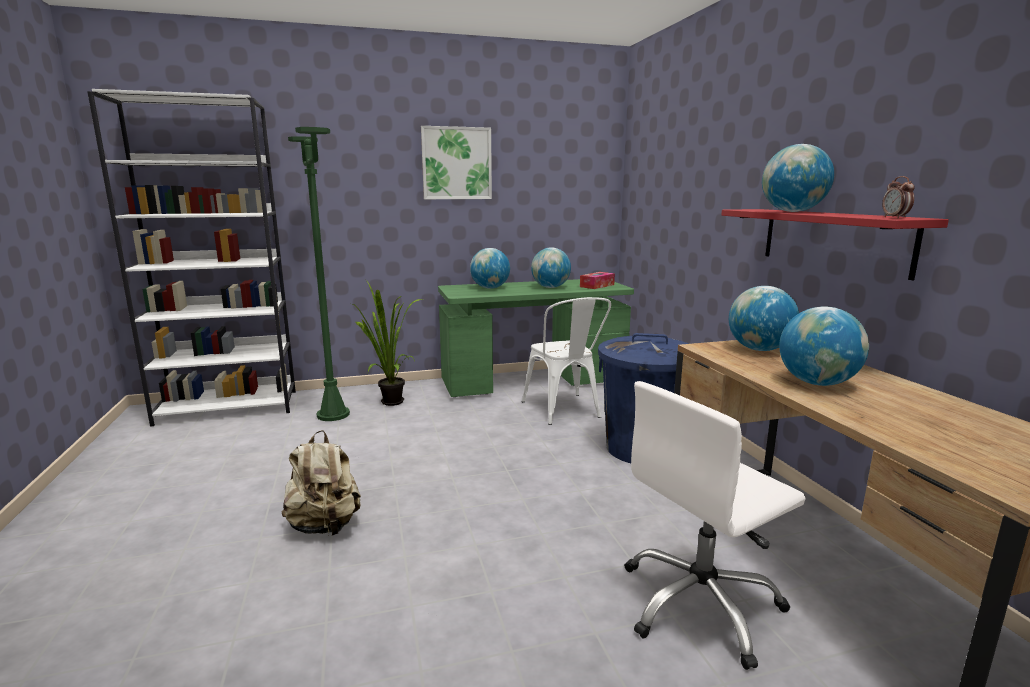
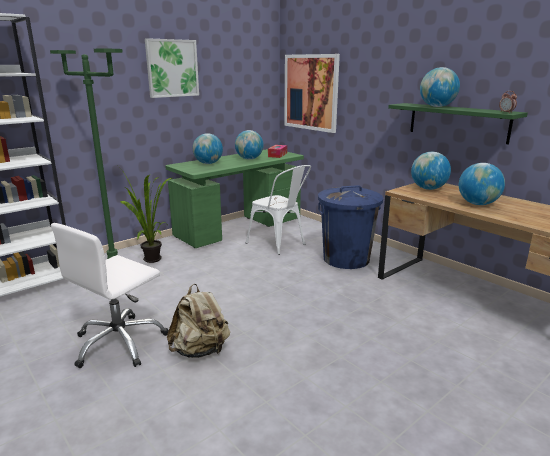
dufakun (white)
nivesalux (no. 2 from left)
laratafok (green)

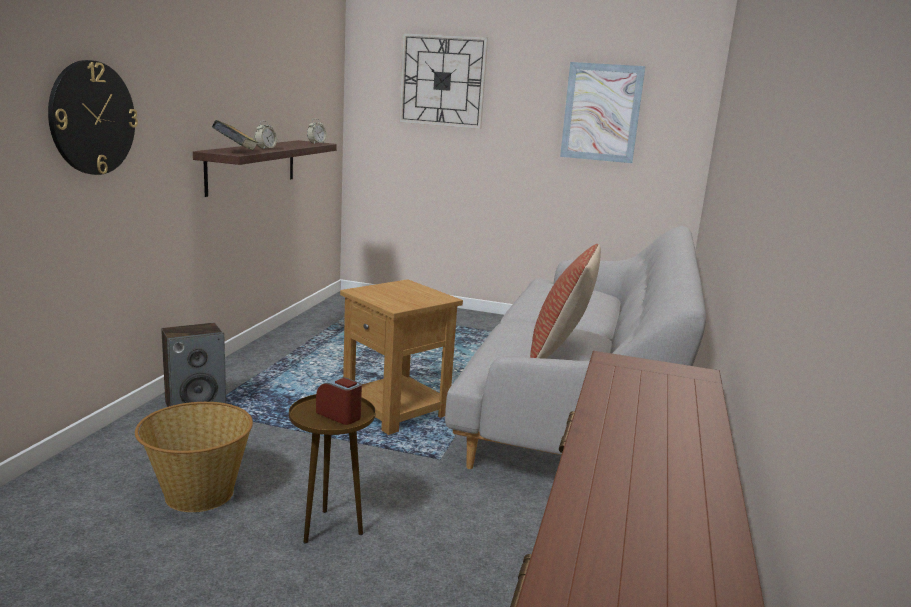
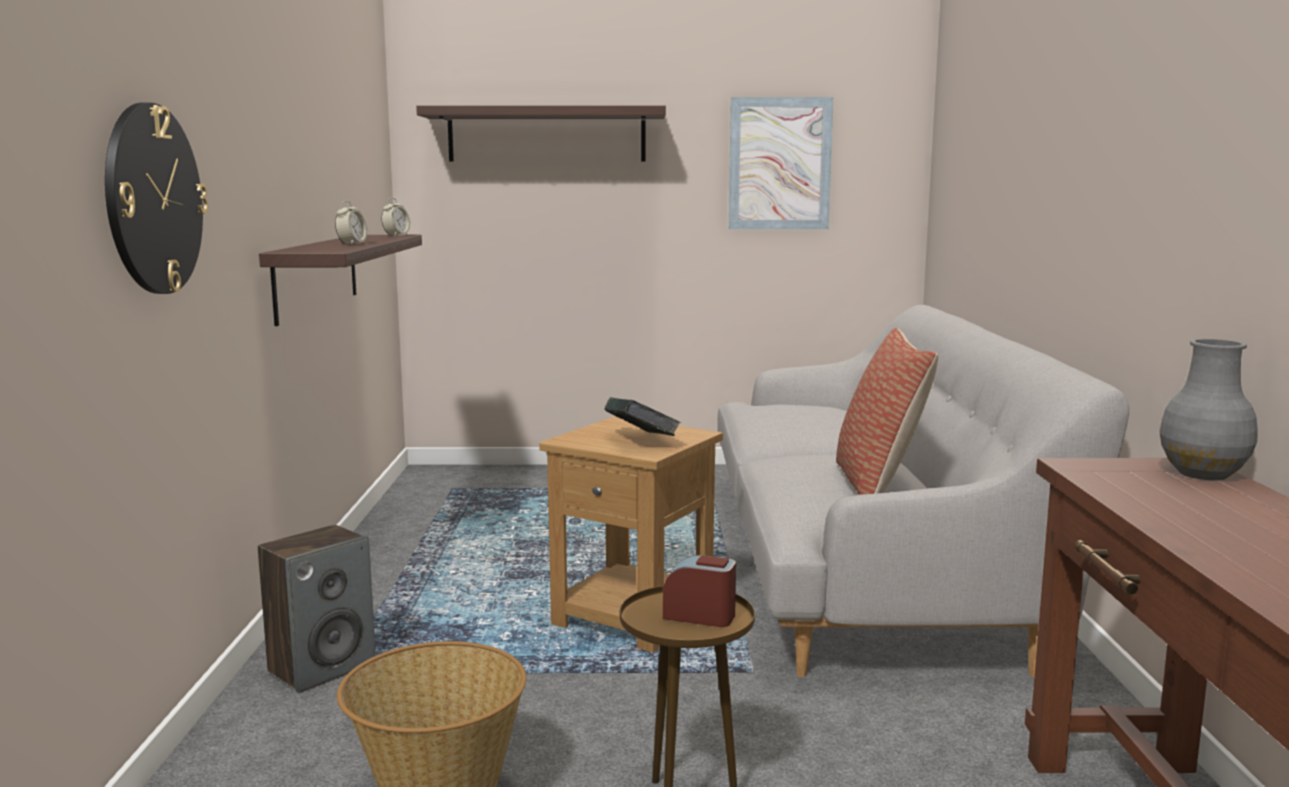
laratafok (no. 2 from left)
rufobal
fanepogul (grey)

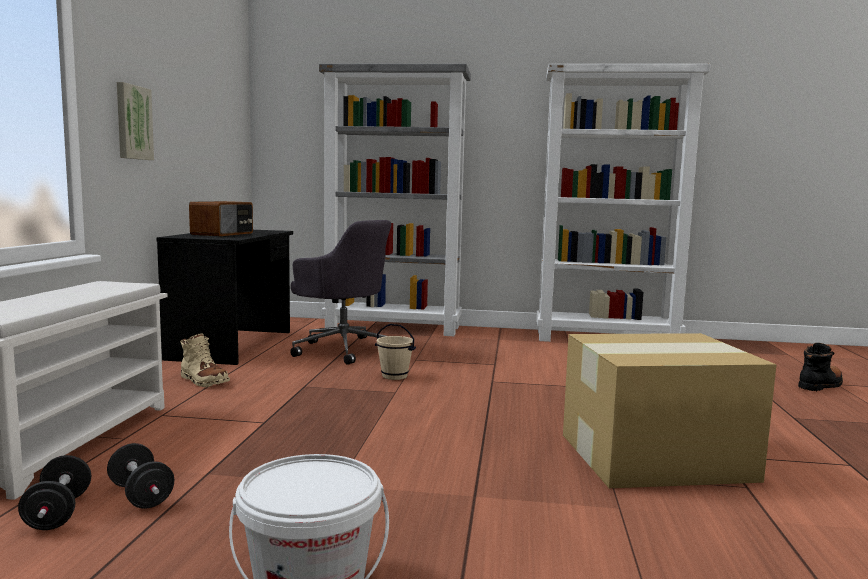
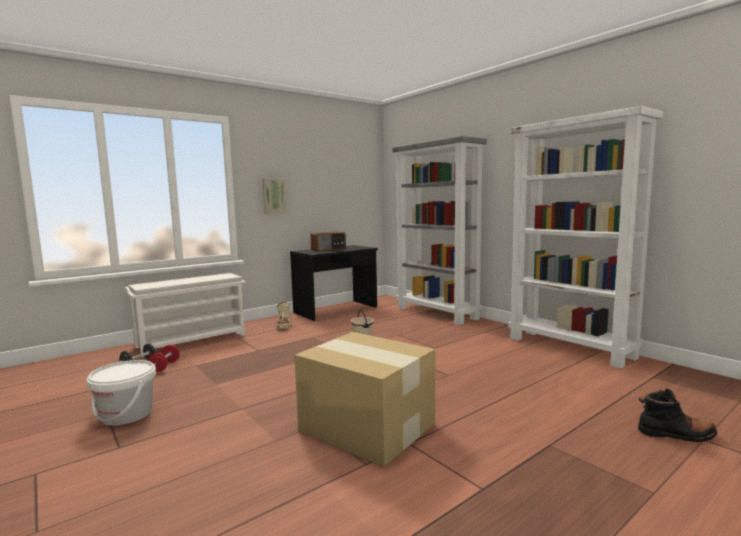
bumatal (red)
dufakun (grey)

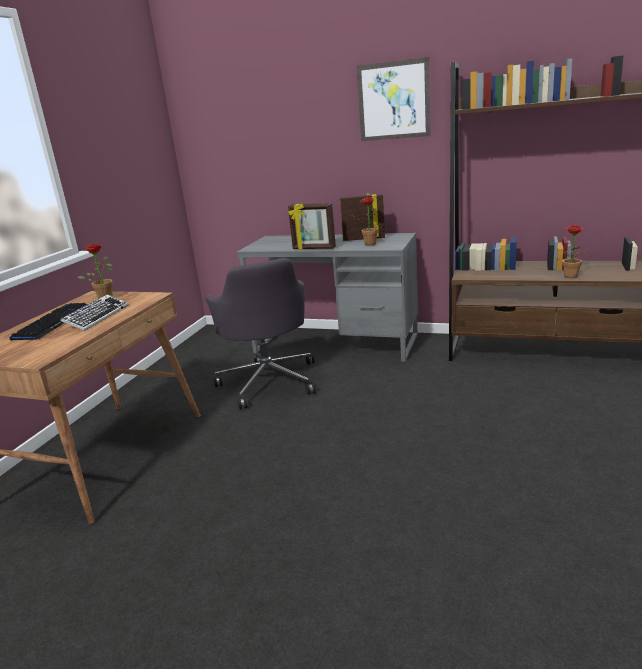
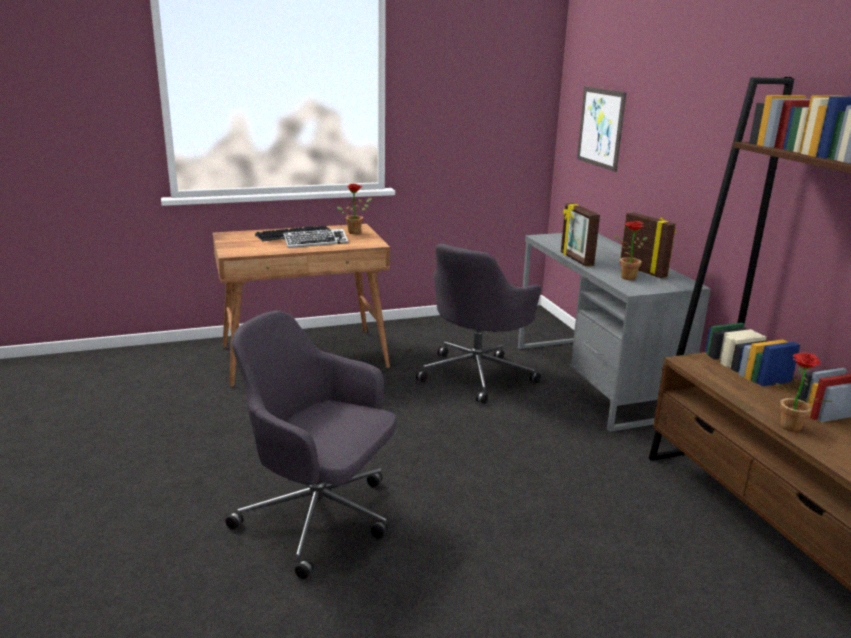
dufakun (grey) (no. 1 from left)
nivesalux

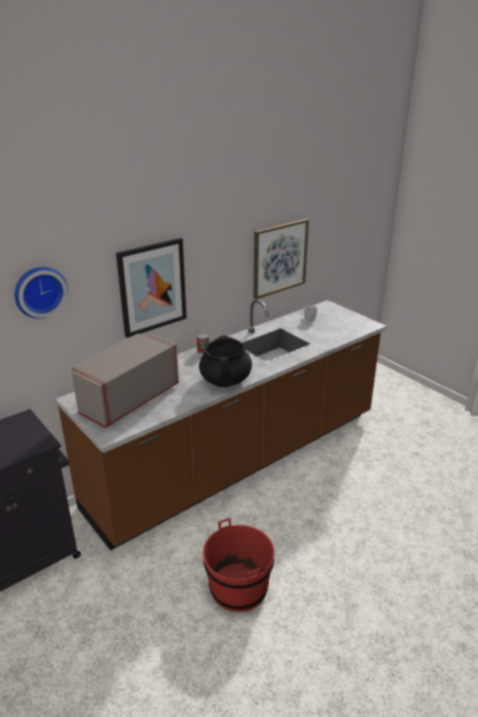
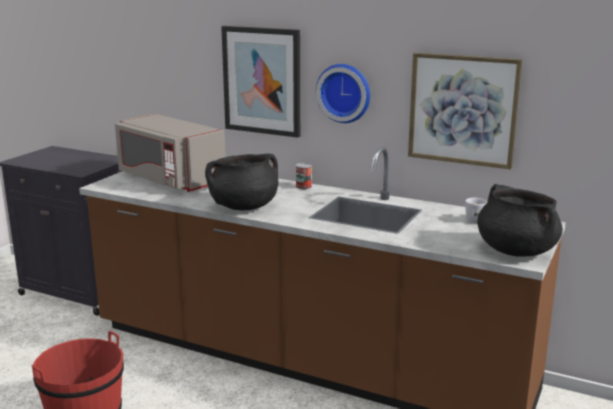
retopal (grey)
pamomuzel
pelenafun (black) (no. 2 from left)

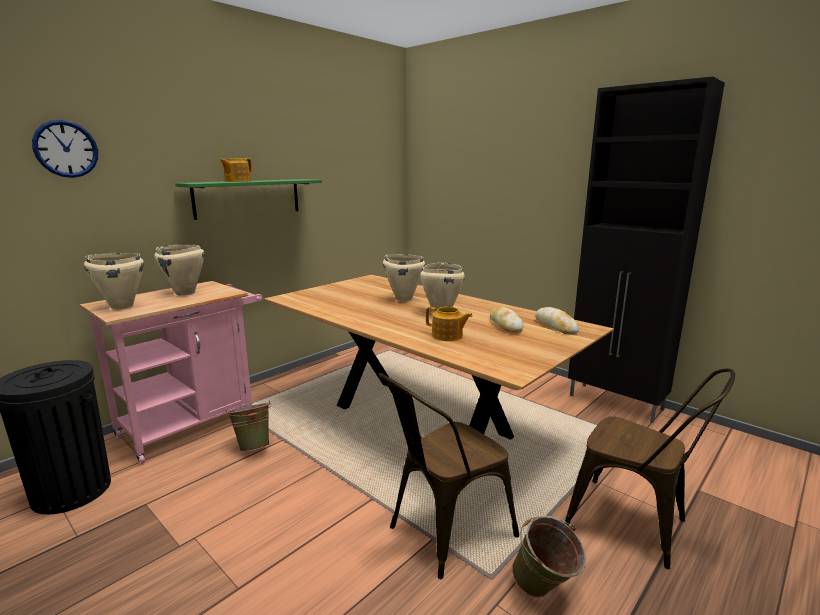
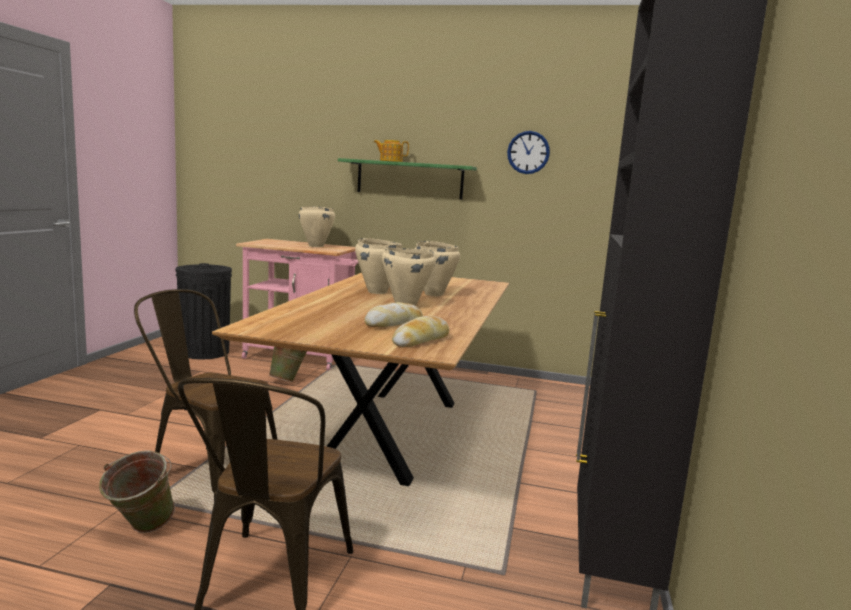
pelenafun (beige) (no. 2 from left)
pamomuzel
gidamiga (no. 2 from left in the first image)

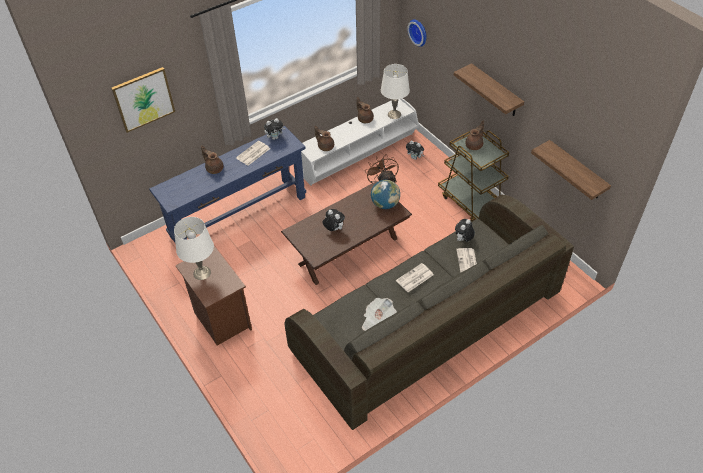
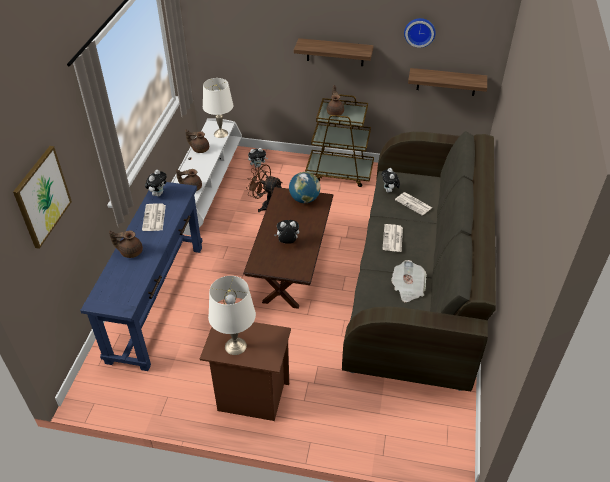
pamomuzel

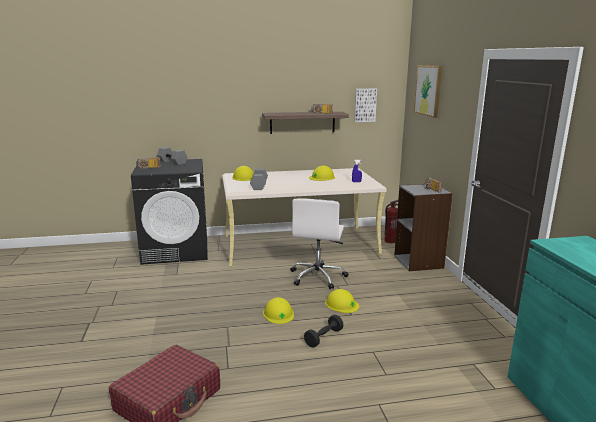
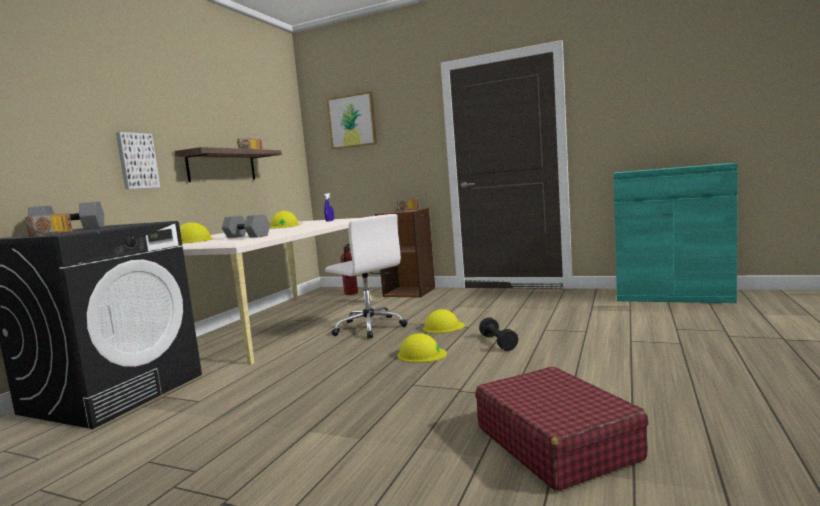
nivesalux (no. 1 from left)
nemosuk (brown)

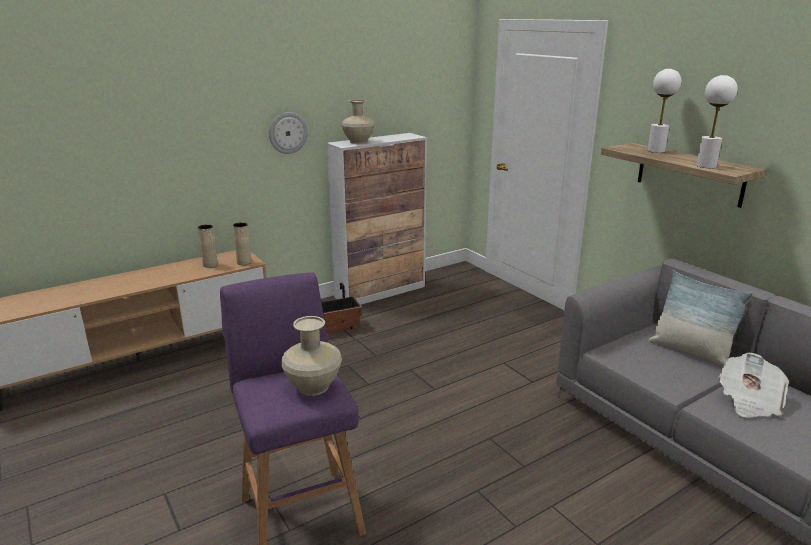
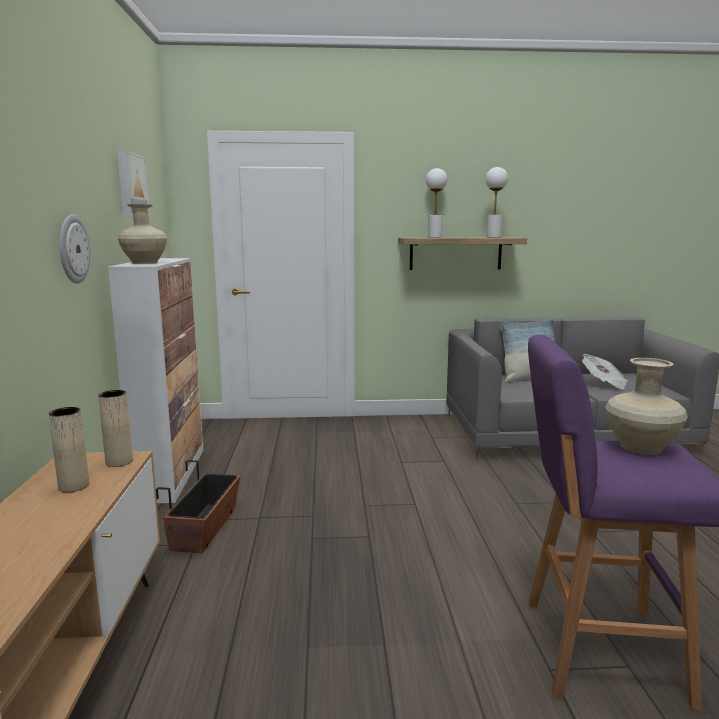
nivesalux

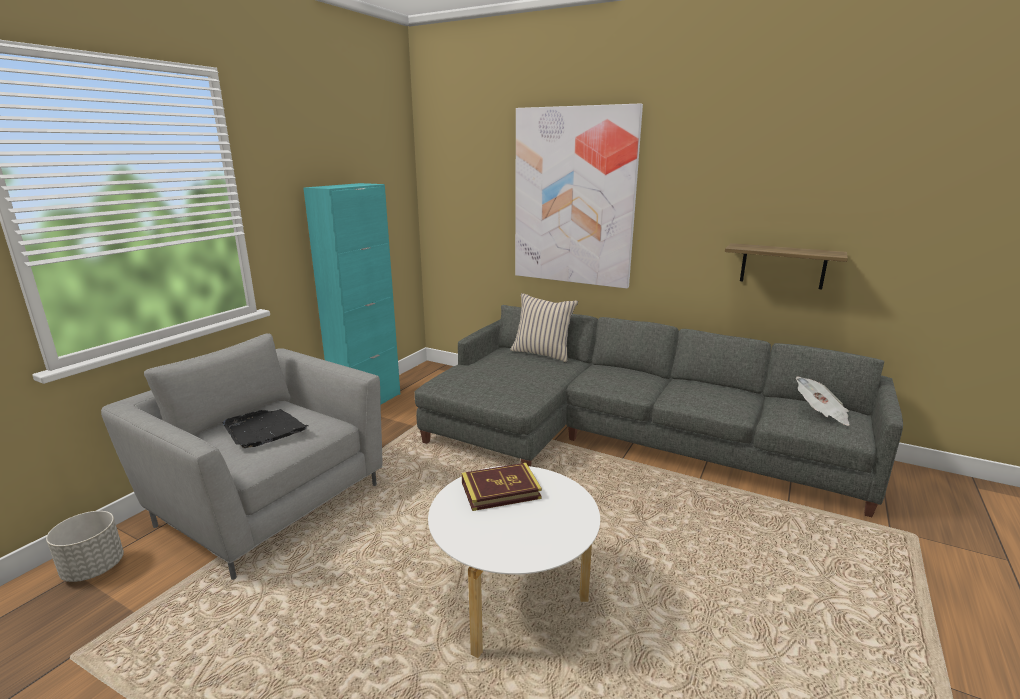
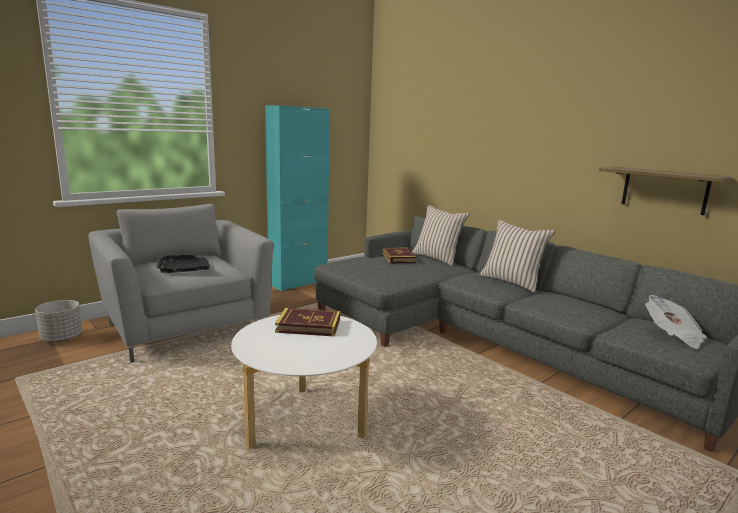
rufobal (no. 2 from left)
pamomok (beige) (no. 2 from left)
nivesalux

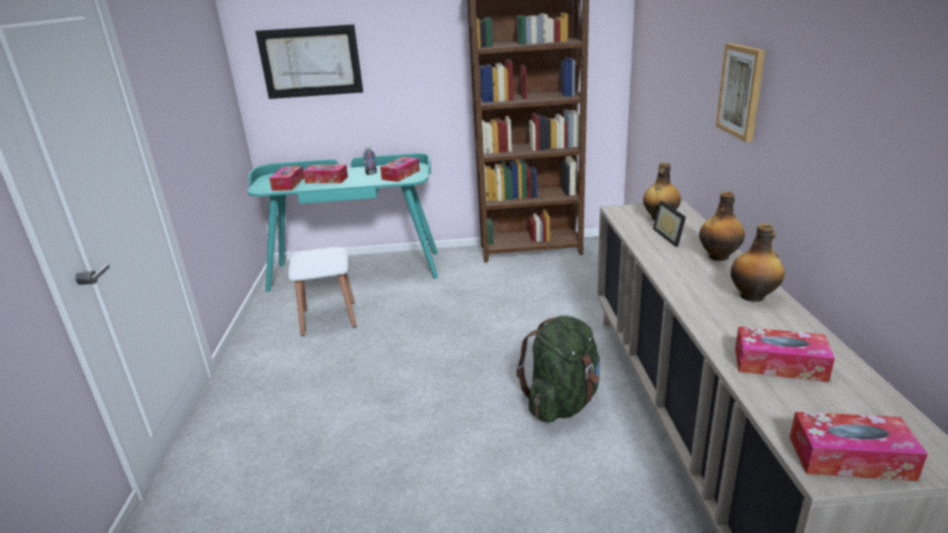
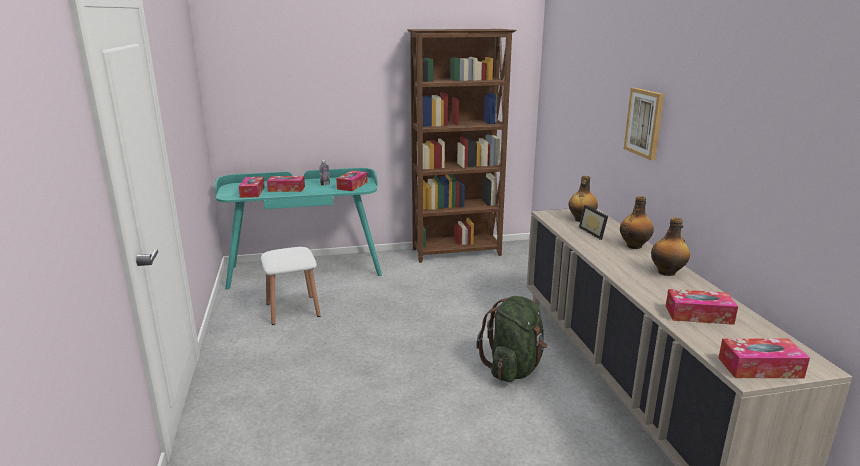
nivesalux (no. 1 from left in the first image)

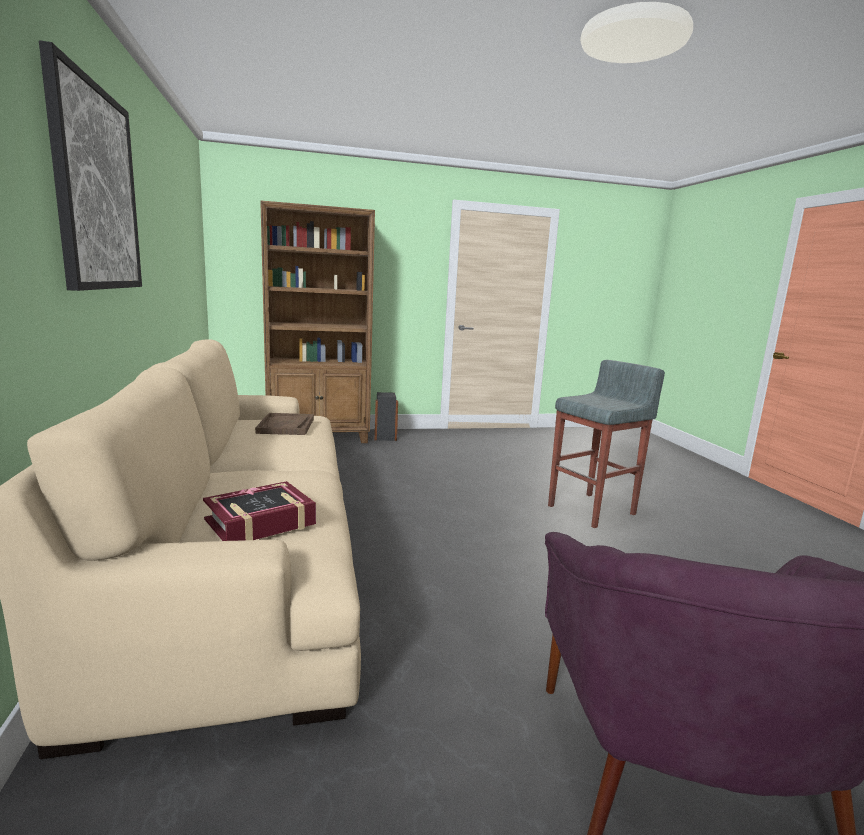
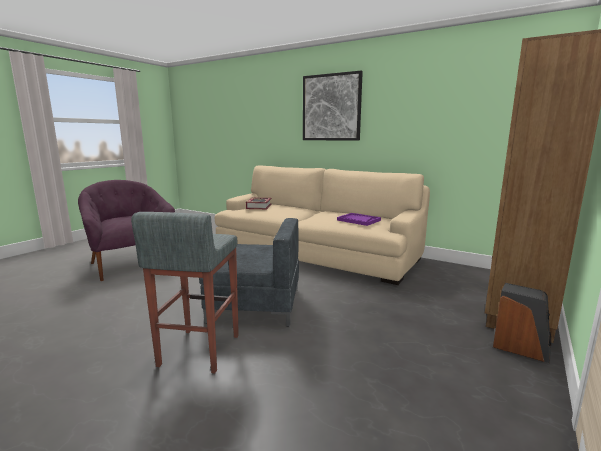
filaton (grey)
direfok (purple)

